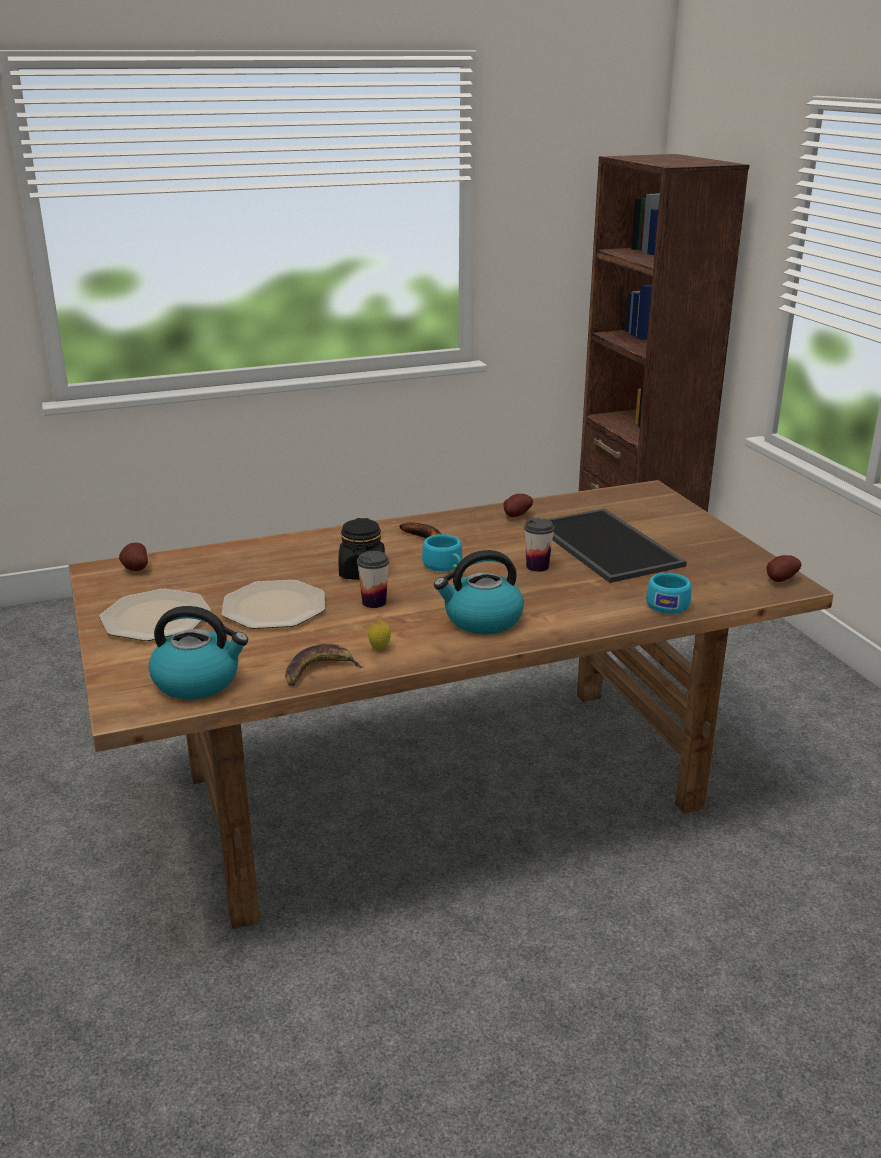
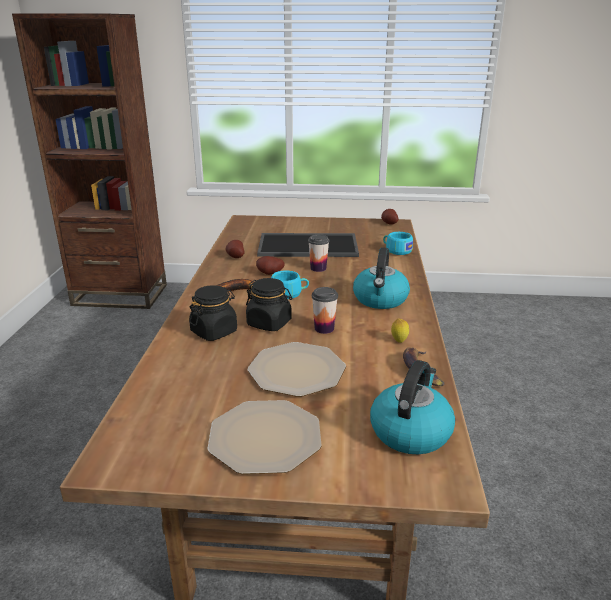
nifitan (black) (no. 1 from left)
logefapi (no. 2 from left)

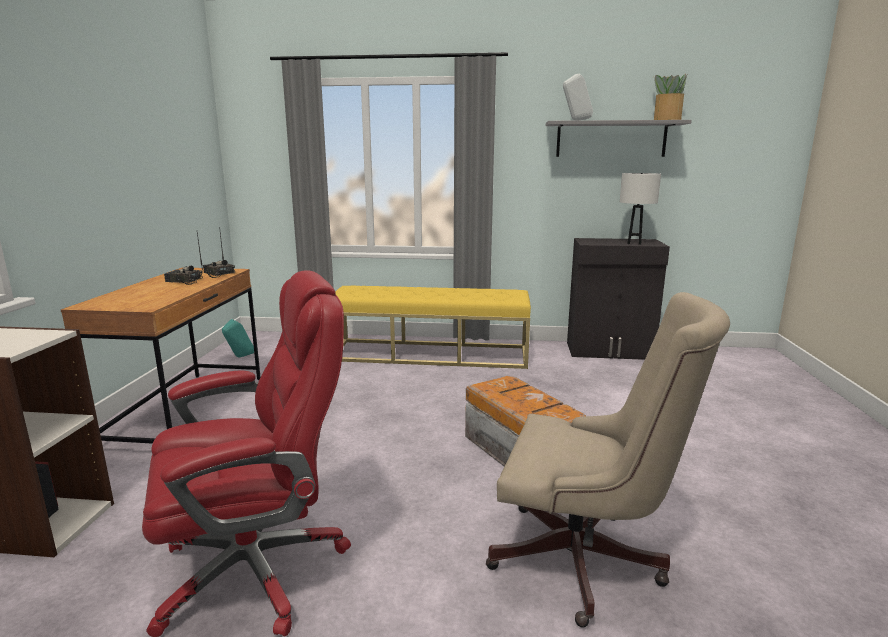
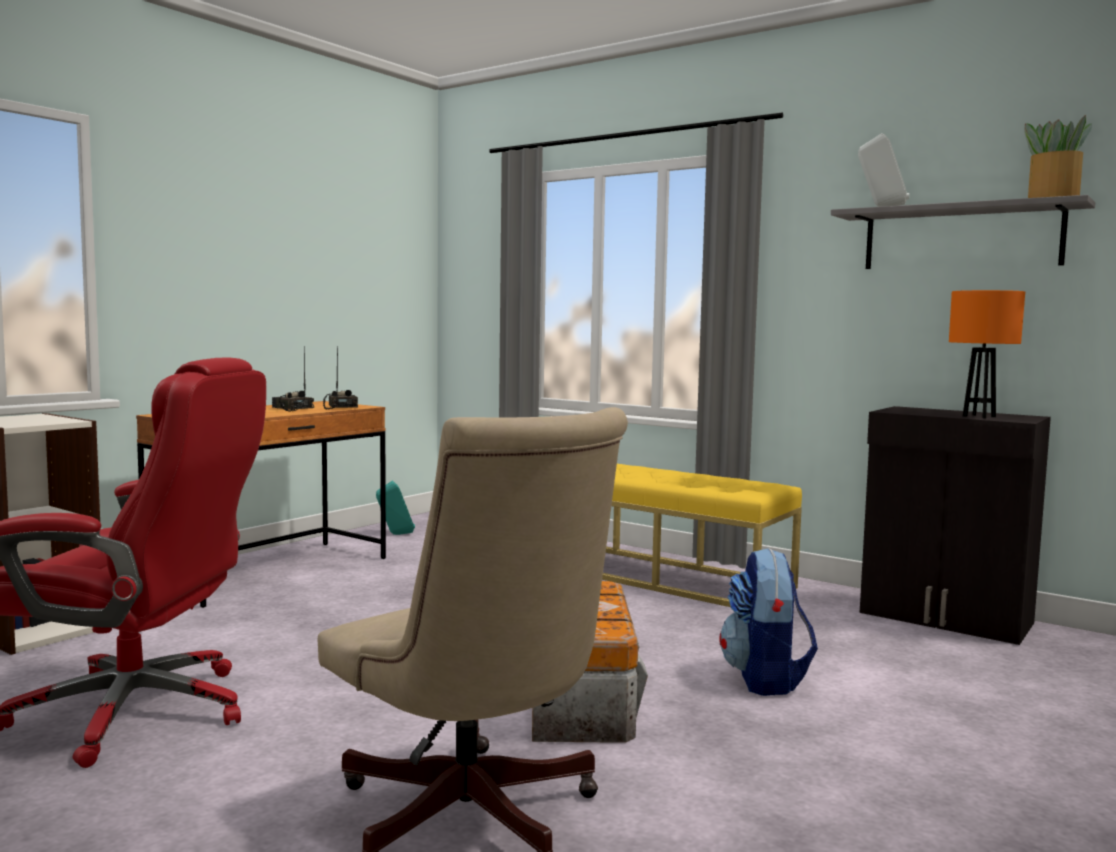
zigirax
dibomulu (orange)

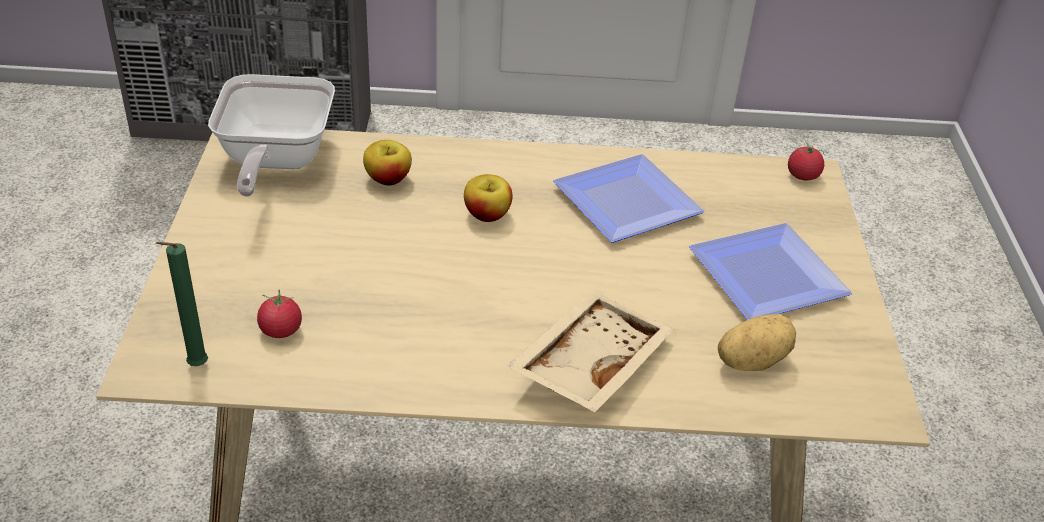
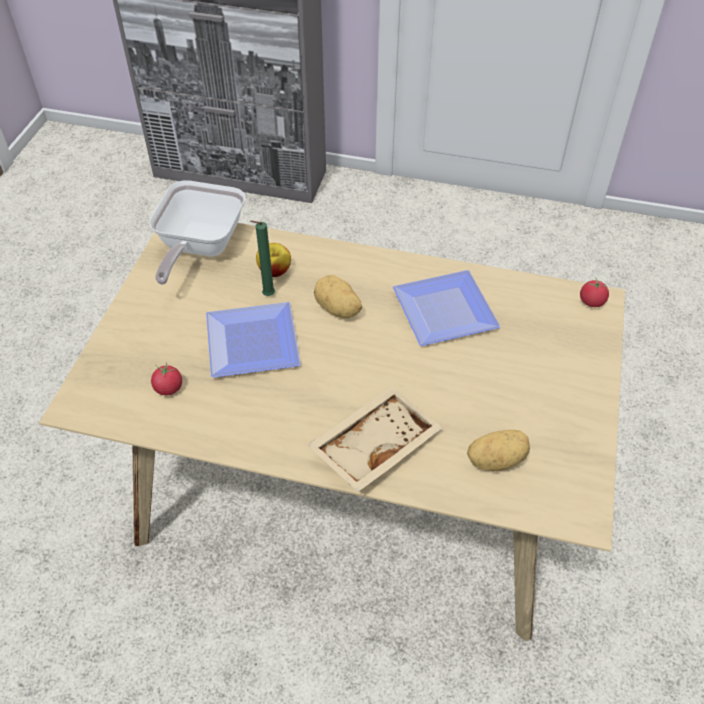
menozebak (no. 1 from left)
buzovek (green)
logefapi (no. 1 from left)

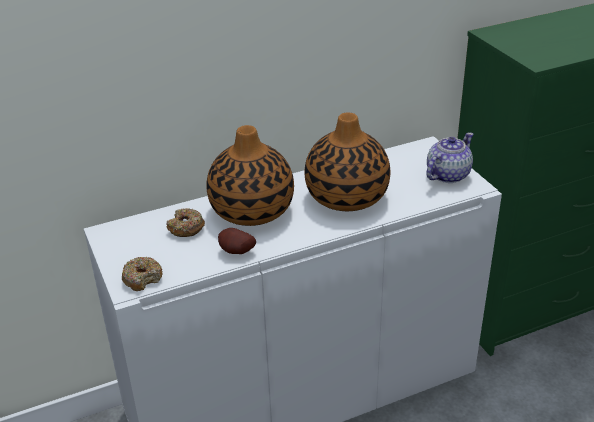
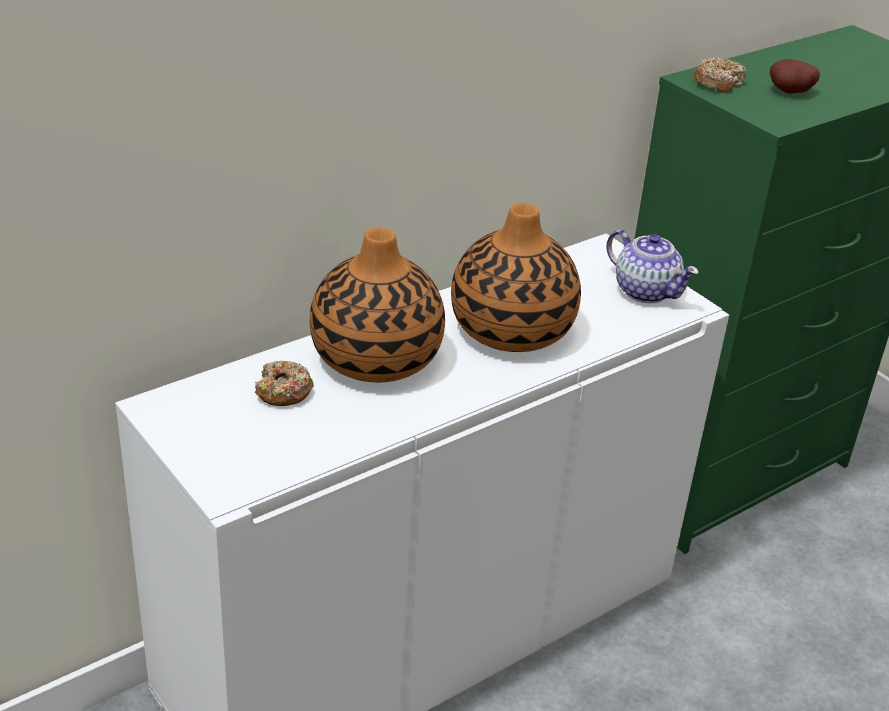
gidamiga
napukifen (no. 2 from left)
logefapi

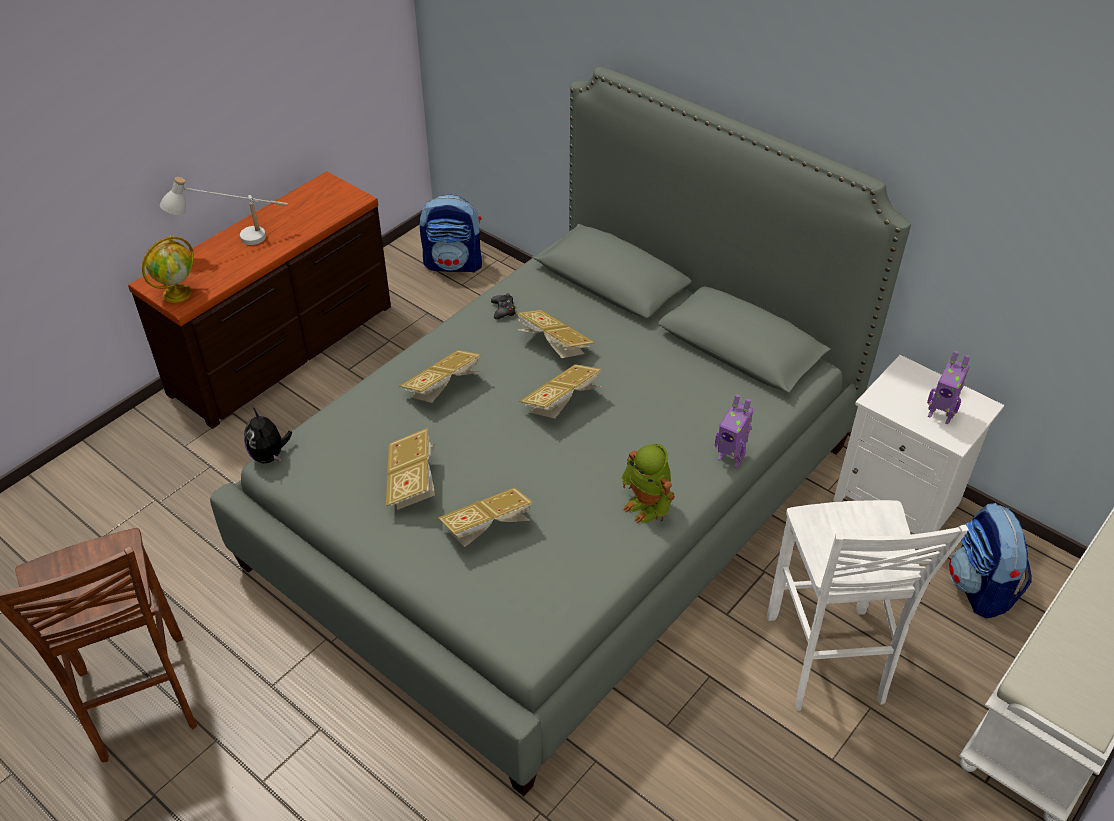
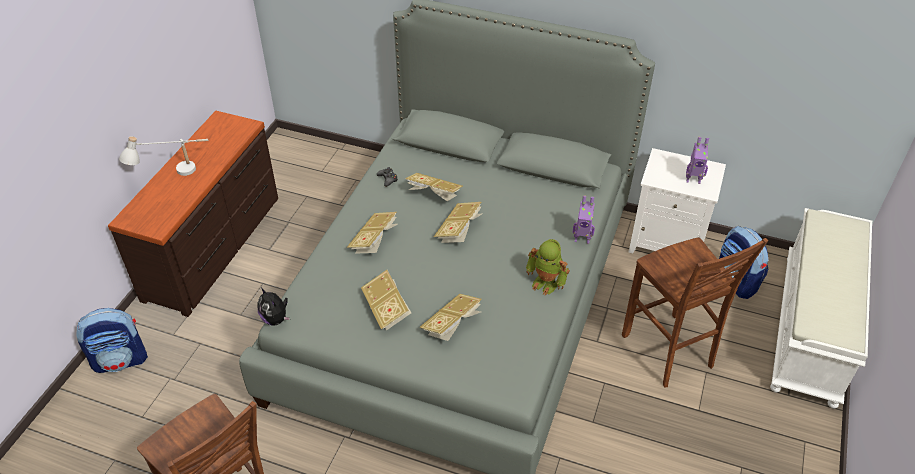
zigirax (no. 1 from left)
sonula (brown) (no. 2 from left)
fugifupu

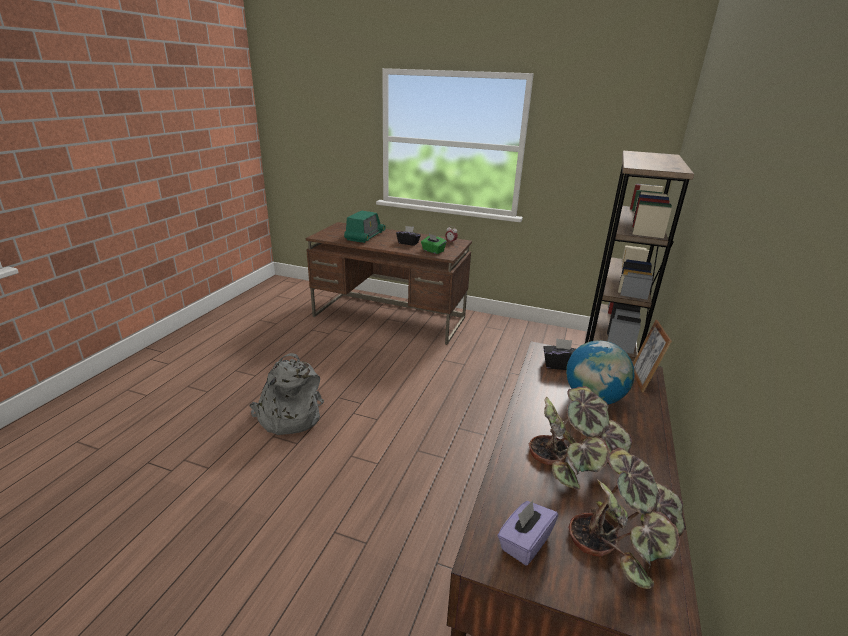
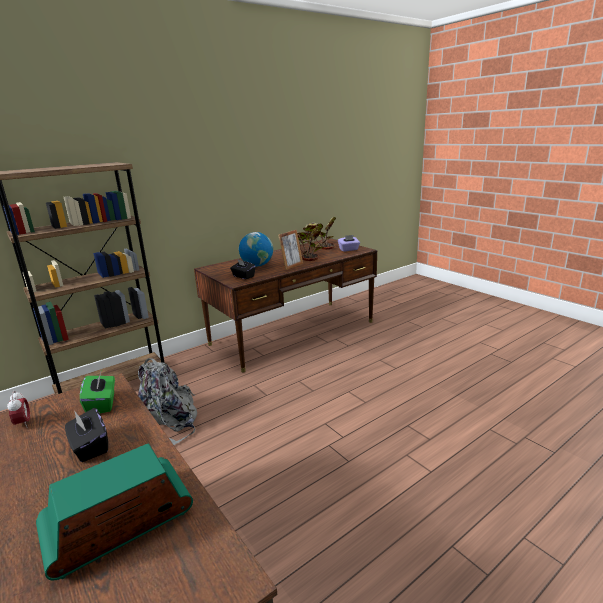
zigirax (grey)
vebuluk

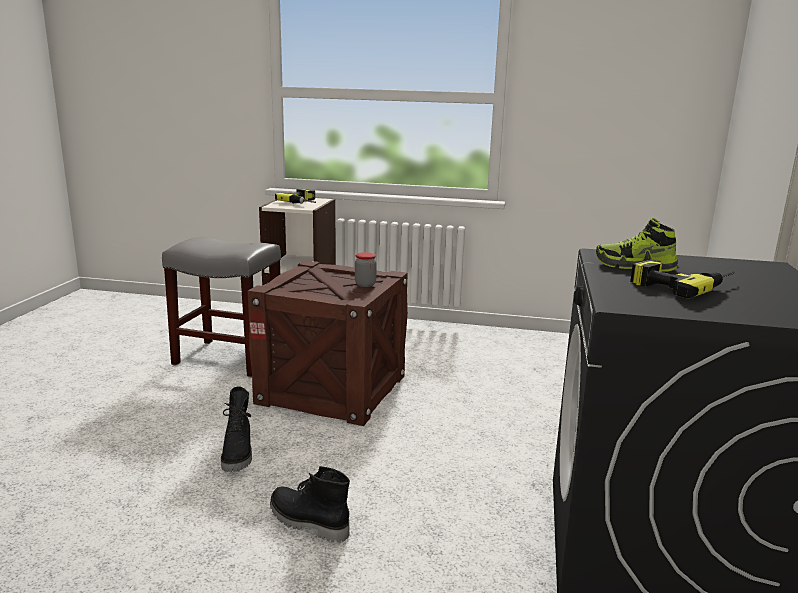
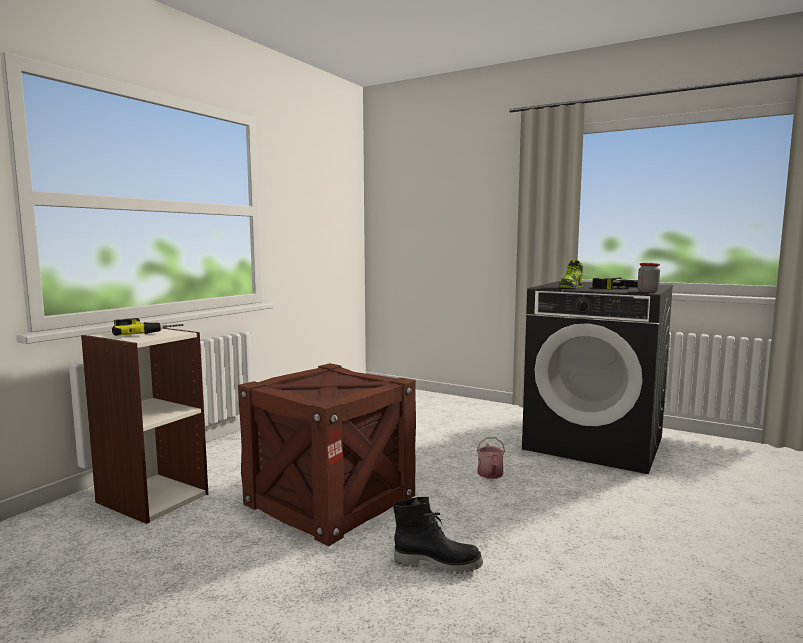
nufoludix
nifitan
sonula (grey)
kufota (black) (no. 2 from left in the first image)

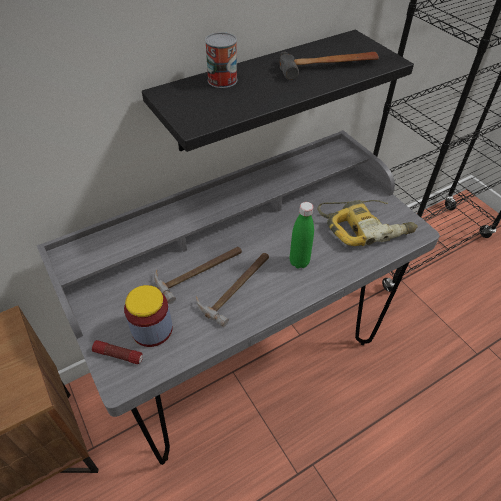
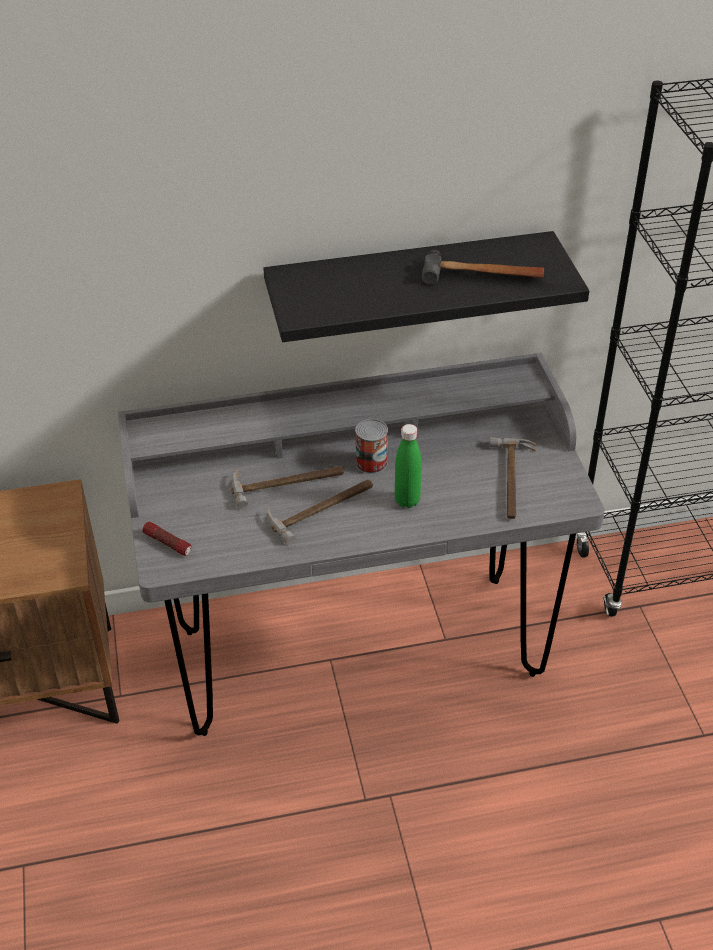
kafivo
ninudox (no. 4 from left)
nifitan

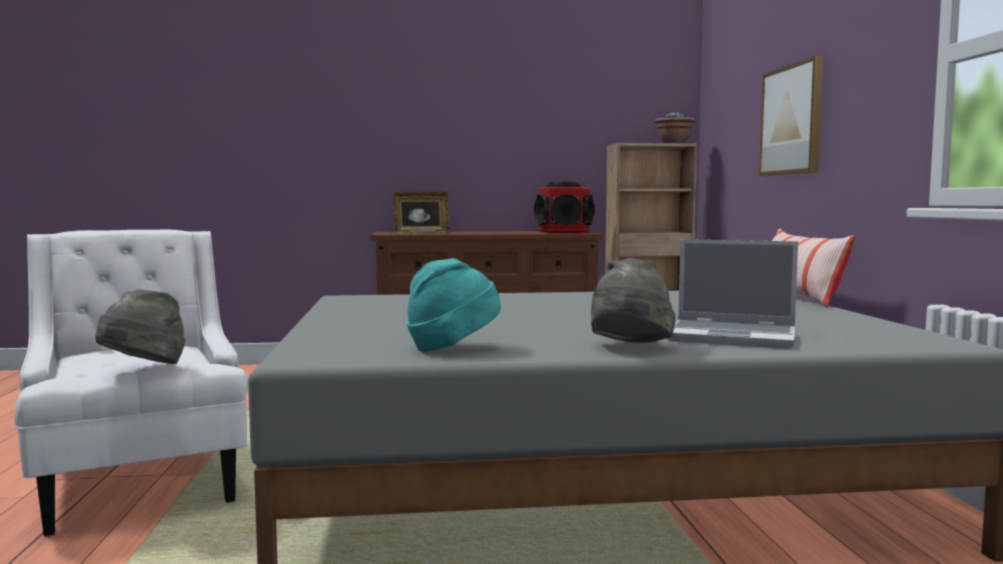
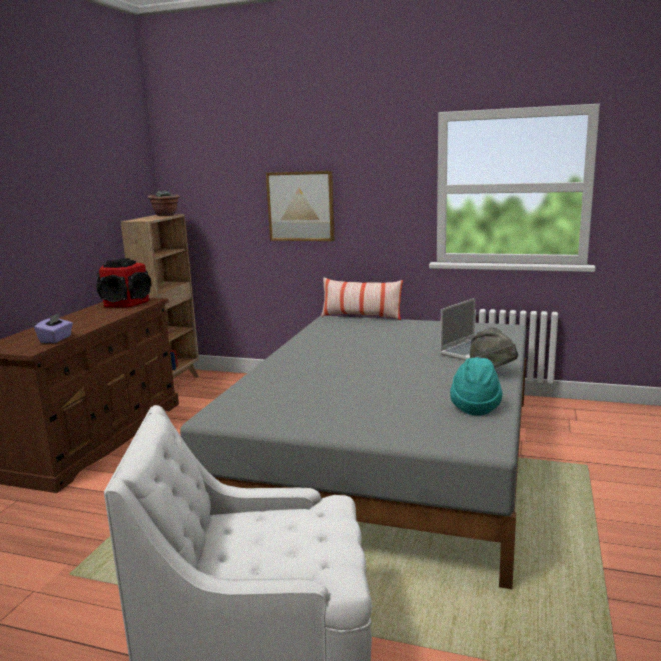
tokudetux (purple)
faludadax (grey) (no. 1 from left in the first image)

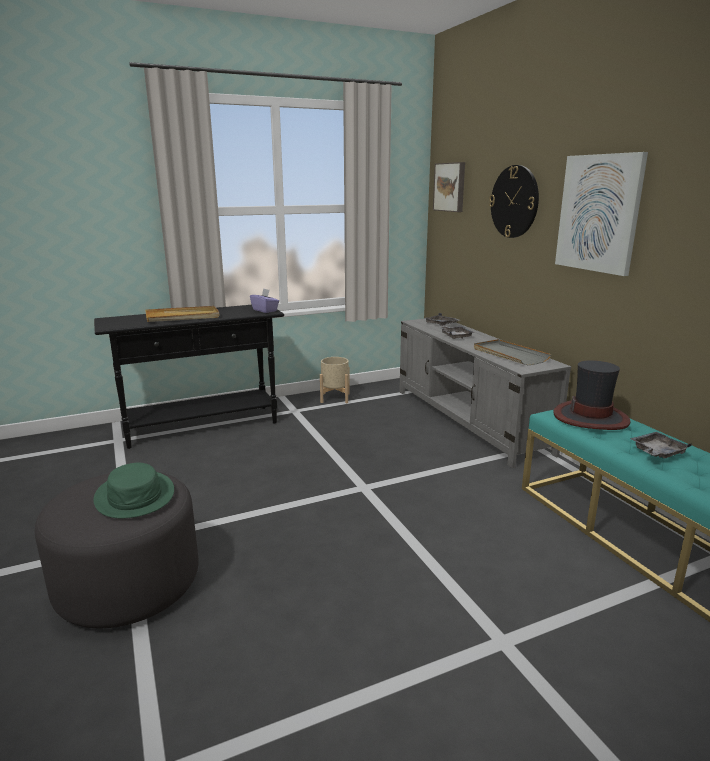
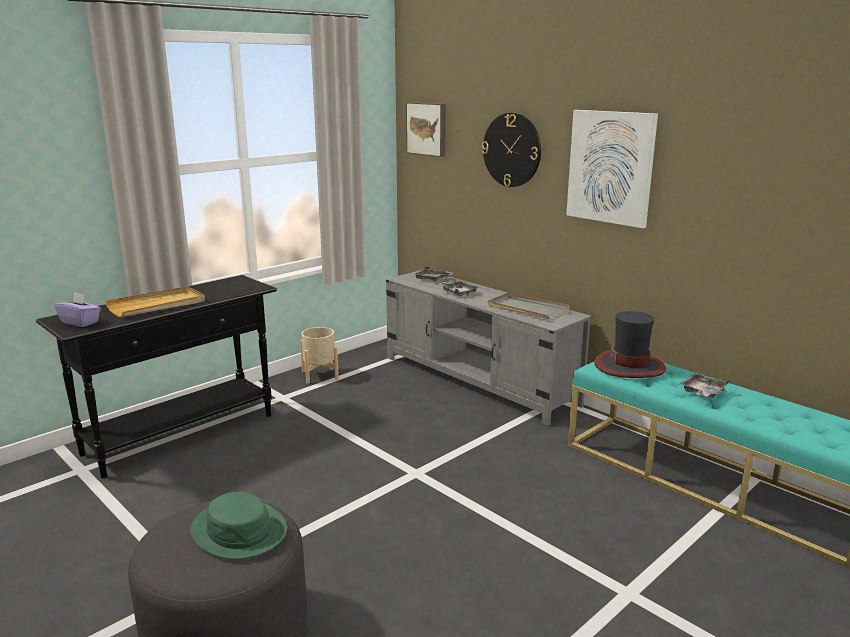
tokudetux (purple)

